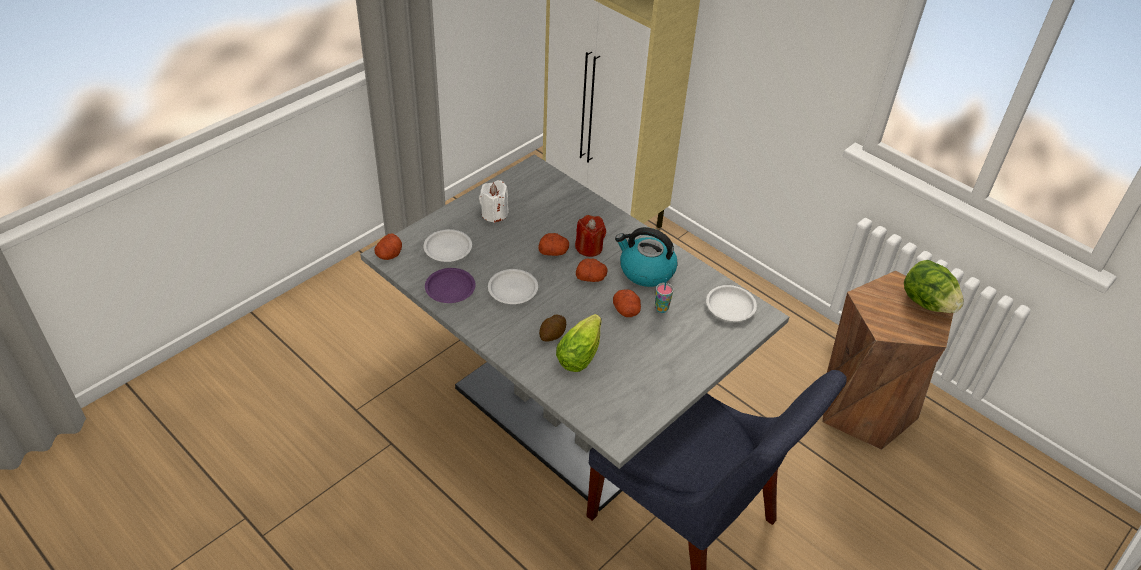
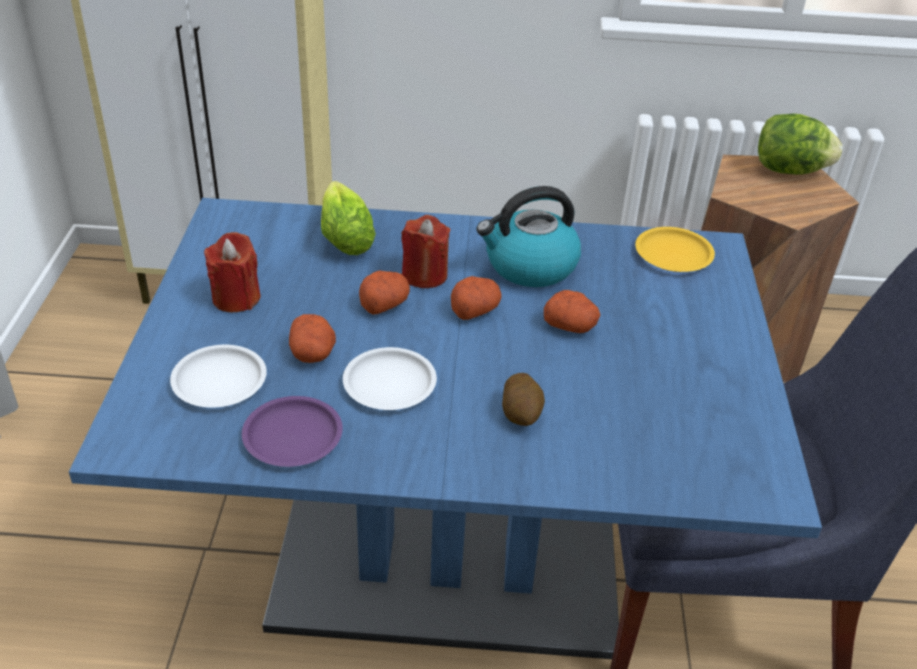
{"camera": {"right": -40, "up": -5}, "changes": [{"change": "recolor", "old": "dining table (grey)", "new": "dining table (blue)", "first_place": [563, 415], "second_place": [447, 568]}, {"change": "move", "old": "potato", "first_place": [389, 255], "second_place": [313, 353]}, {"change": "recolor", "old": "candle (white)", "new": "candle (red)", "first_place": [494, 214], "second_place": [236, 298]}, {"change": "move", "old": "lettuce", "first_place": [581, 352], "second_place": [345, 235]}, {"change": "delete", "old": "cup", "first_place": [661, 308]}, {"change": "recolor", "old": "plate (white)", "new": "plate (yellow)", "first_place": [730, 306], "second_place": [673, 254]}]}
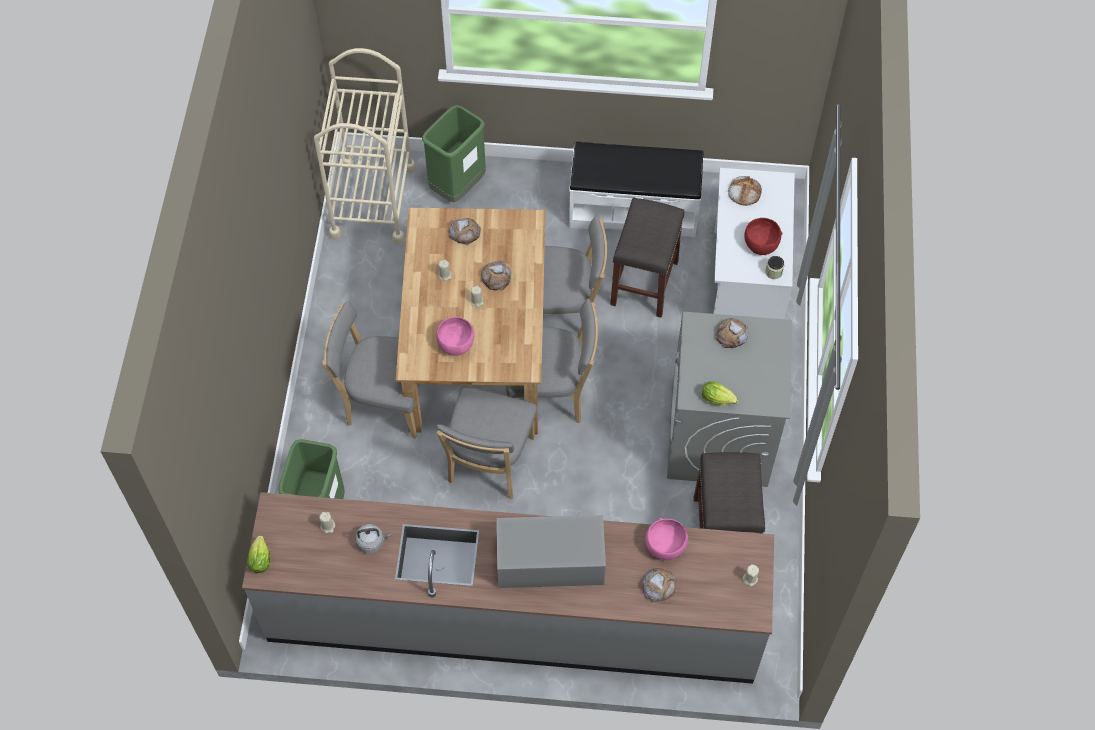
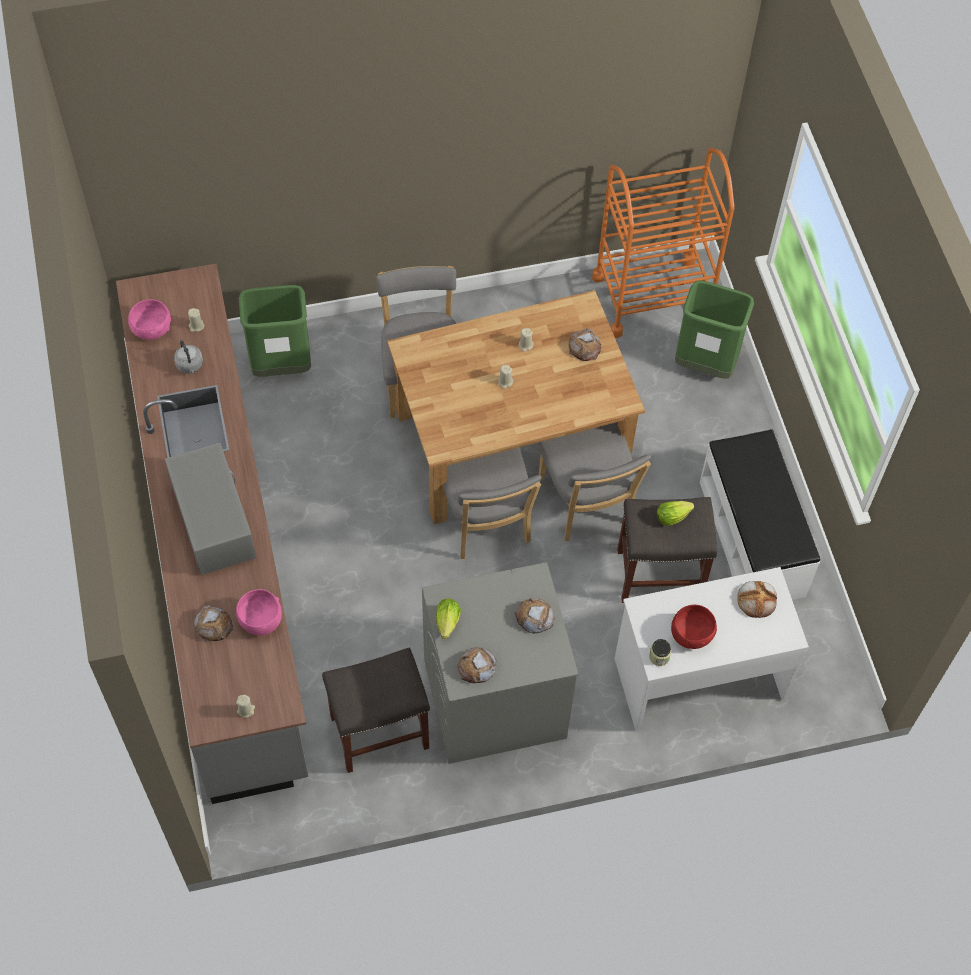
{"camera": {"right": 70, "up": 0}, "changes": [{"change": "move", "old": "lettuce", "first_place": [260, 558], "second_place": [674, 516]}, {"change": "recolor", "old": "cart (beige)", "new": "cart (orange)", "first_place": [373, 201], "second_place": [652, 296]}, {"change": "move", "old": "bowl (pink)", "first_place": [456, 344], "second_place": [151, 329]}, {"change": "delete", "old": "chair (grey)", "first_place": [489, 463]}, {"change": "move", "old": "bread", "first_place": [496, 277], "second_place": [477, 667]}]}
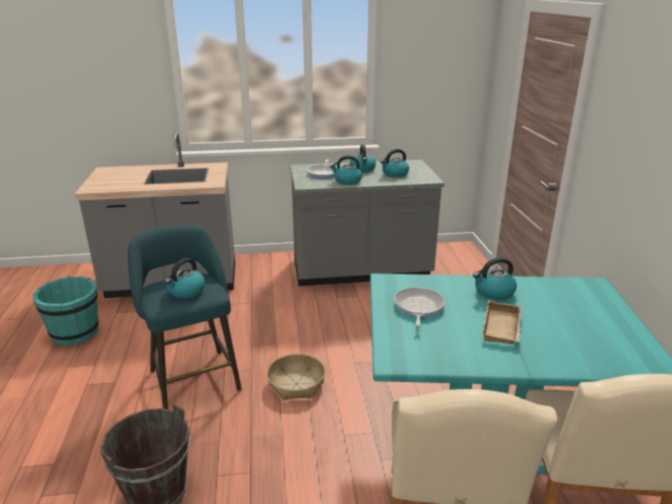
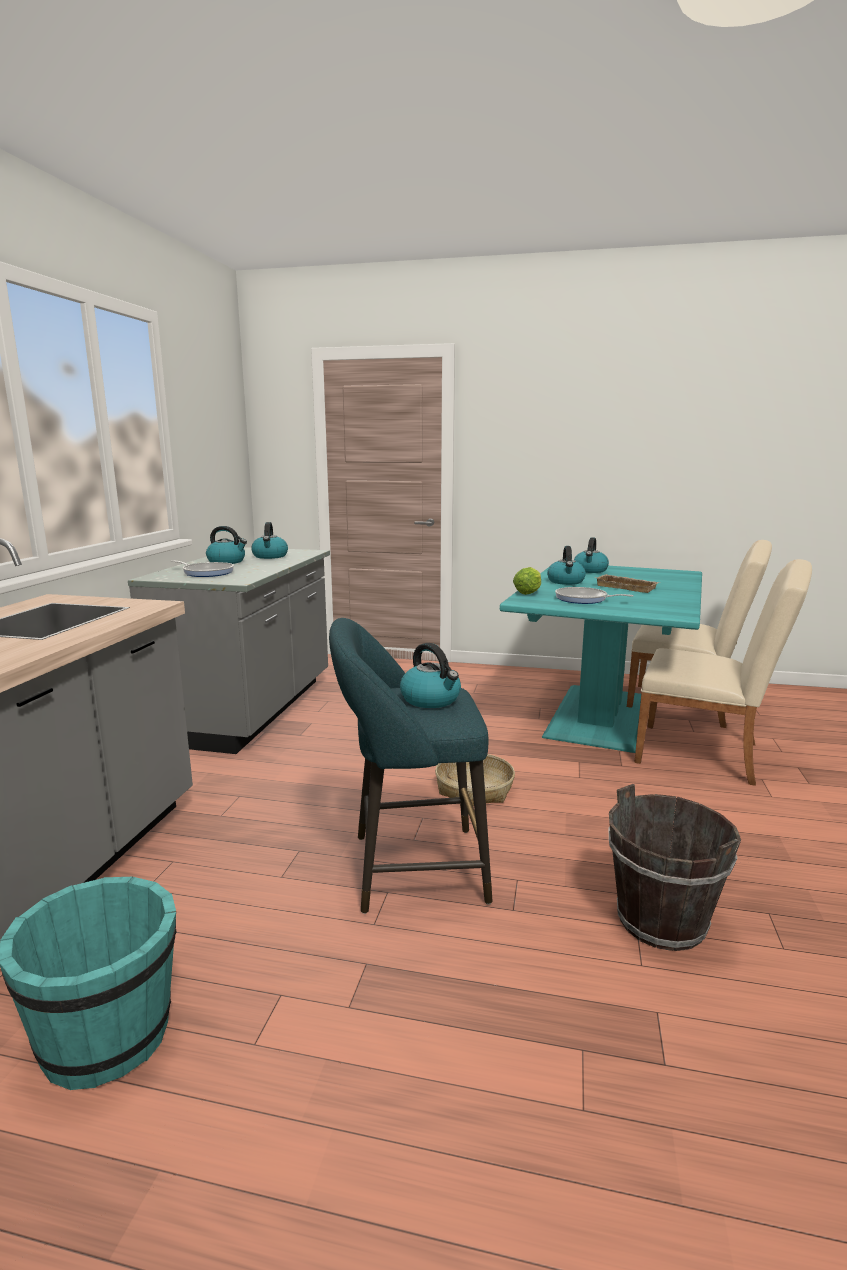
{"camera": {"right": -70, "up": -10}, "changes": [{"change": "move", "old": "kettle", "first_place": [347, 181], "second_place": [590, 570]}, {"change": "insert", "new": "lettuce", "second_place": [529, 592]}]}
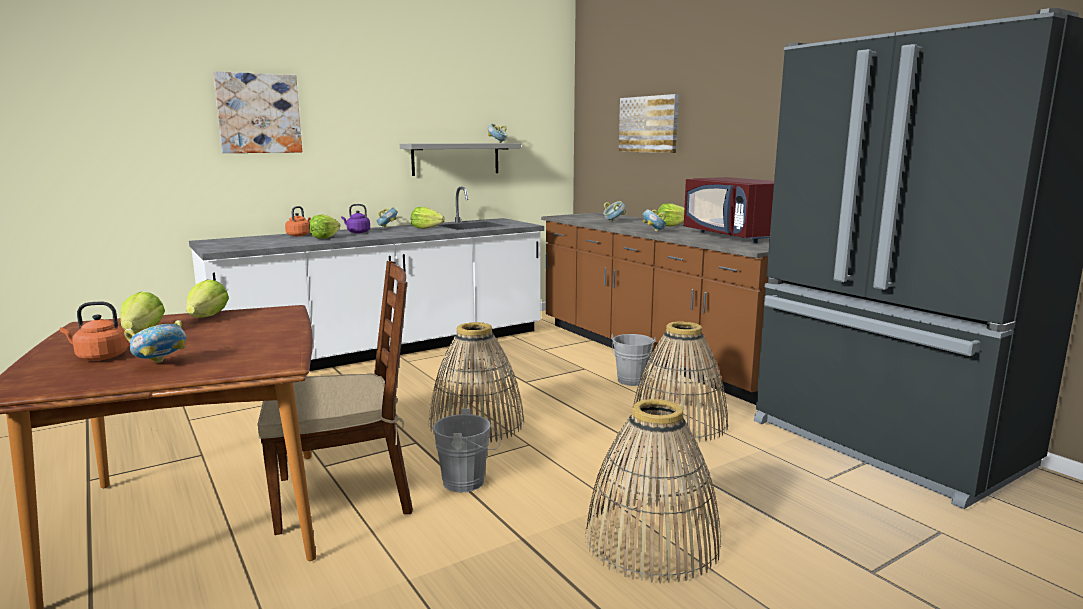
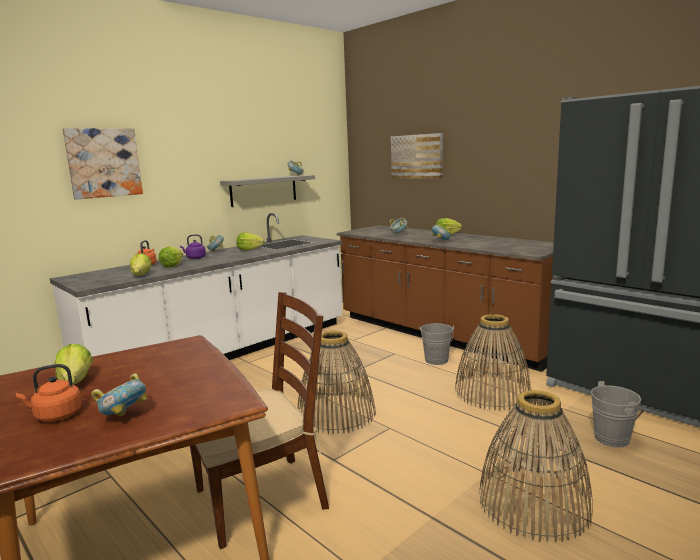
{"camera": {"right": -10, "up": 0}, "changes": [{"change": "move", "old": "lettuce", "first_place": [207, 317], "second_place": [141, 275]}, {"change": "move", "old": "bucket (grey)", "first_place": [468, 482], "second_place": [615, 438]}, {"change": "delete", "old": "microwave (red)", "first_place": [735, 236]}]}
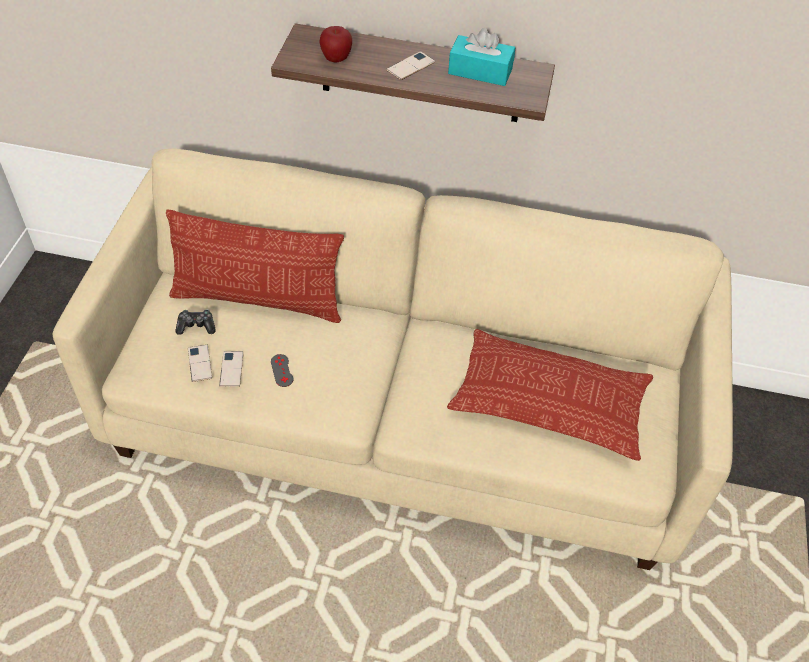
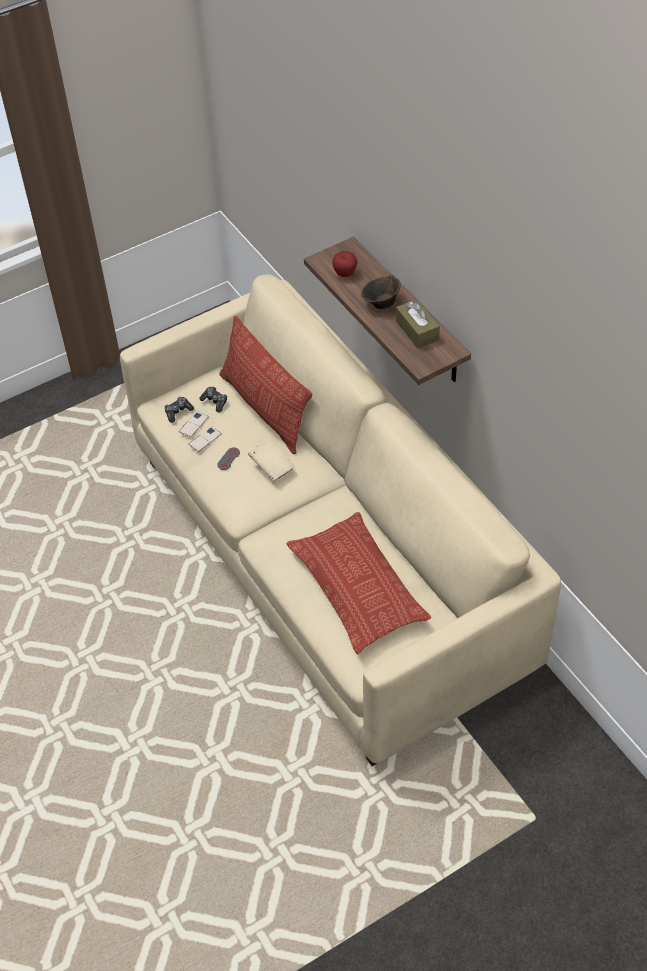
{"camera": {"right": 50, "up": 0}, "changes": [{"change": "replace", "old": "phone", "new": "bowl (brown)", "first_place": [410, 66], "second_place": [381, 303]}, {"change": "recolor", "old": "tissue box (turquoise)", "new": "tissue box (brown)", "first_place": [480, 71], "second_place": [417, 330]}, {"change": "insert", "new": "game controller", "second_place": [178, 412]}, {"change": "insert", "new": "book (beige)", "second_place": [272, 468]}]}
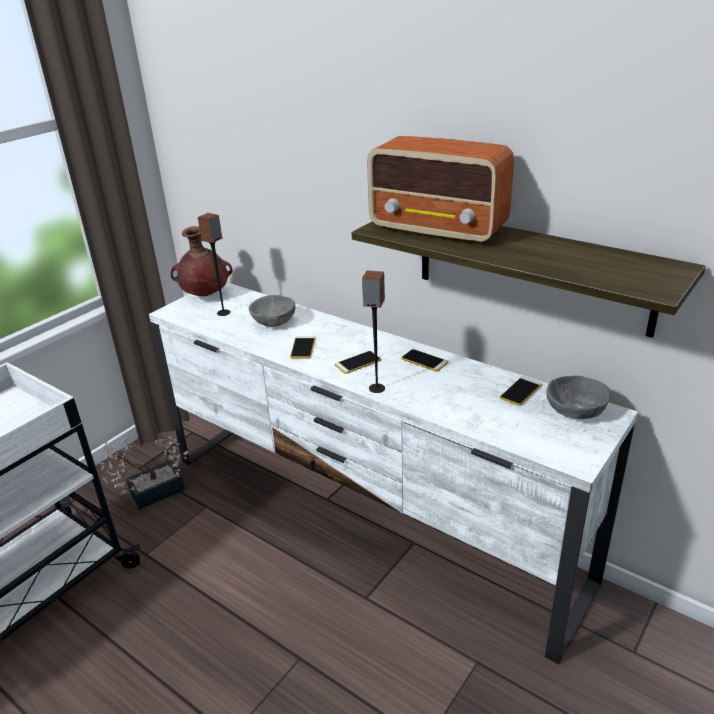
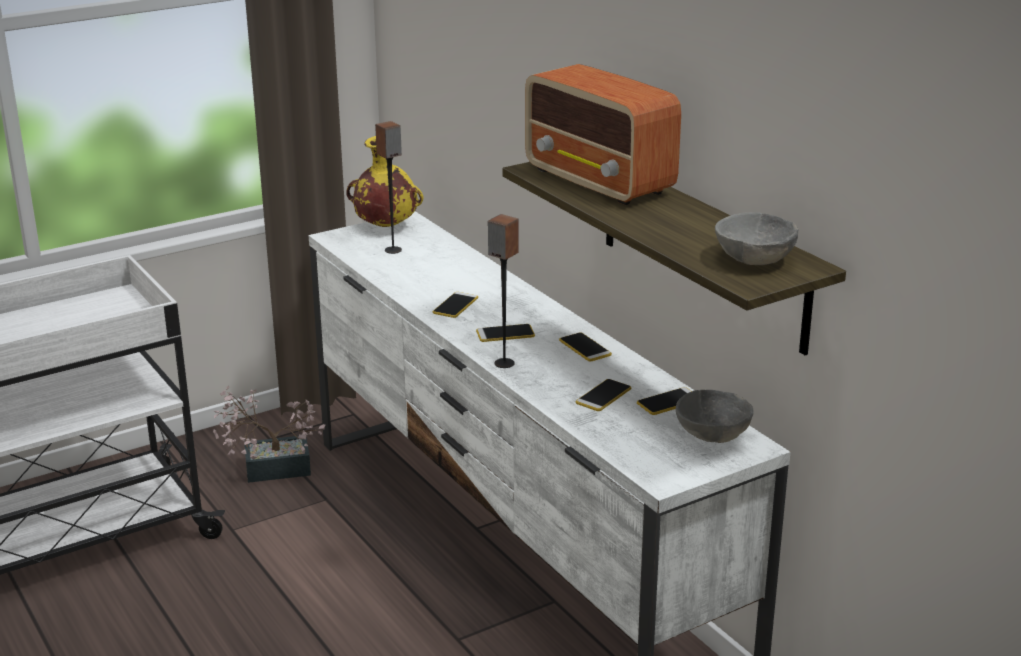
{"camera": {"right": 20, "up": -5}, "changes": [{"change": "recolor", "old": "vase (brown)", "new": "vase (yellow)", "first_place": [205, 296], "second_place": [385, 227]}, {"change": "move", "old": "bowl (grey)", "first_place": [274, 322], "second_place": [755, 259]}, {"change": "insert", "new": "phone", "second_place": [603, 396]}]}
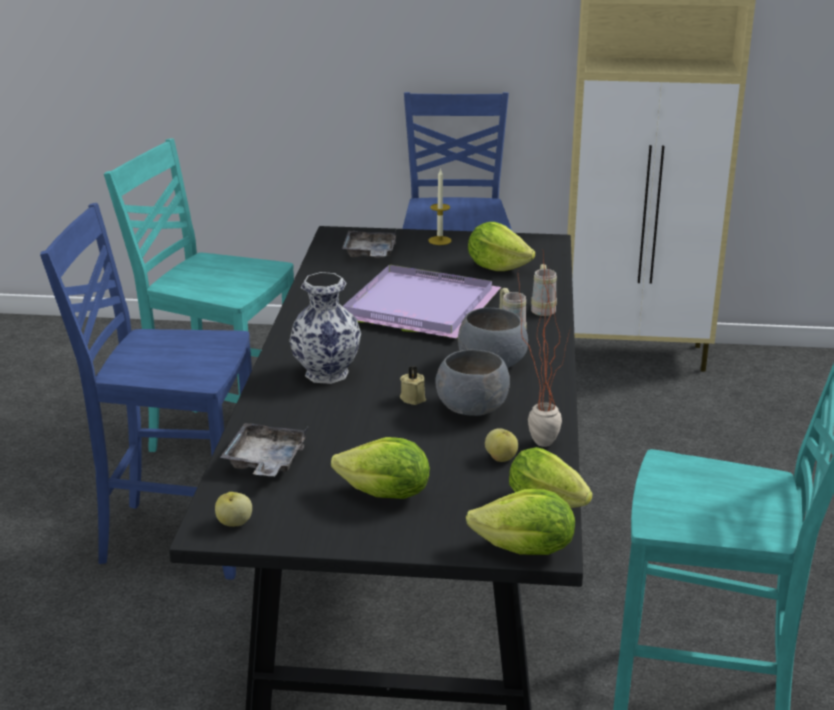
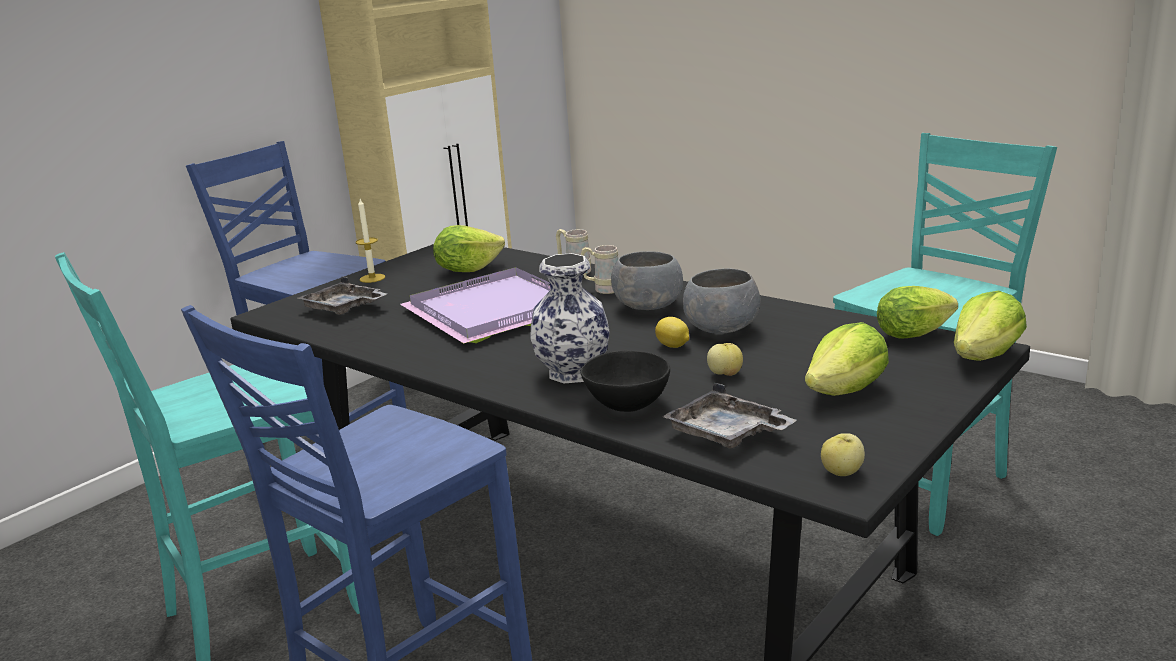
{"camera": {"right": -55, "up": -5}, "changes": [{"change": "replace", "old": "candle (beige)", "new": "lemon", "first_place": [413, 398], "second_place": [673, 346]}, {"change": "move", "old": "apple", "first_place": [501, 458], "second_place": [725, 374]}, {"change": "delete", "old": "potted plant", "first_place": [537, 438]}, {"change": "insert", "new": "bowl (black)", "second_place": [627, 405]}]}
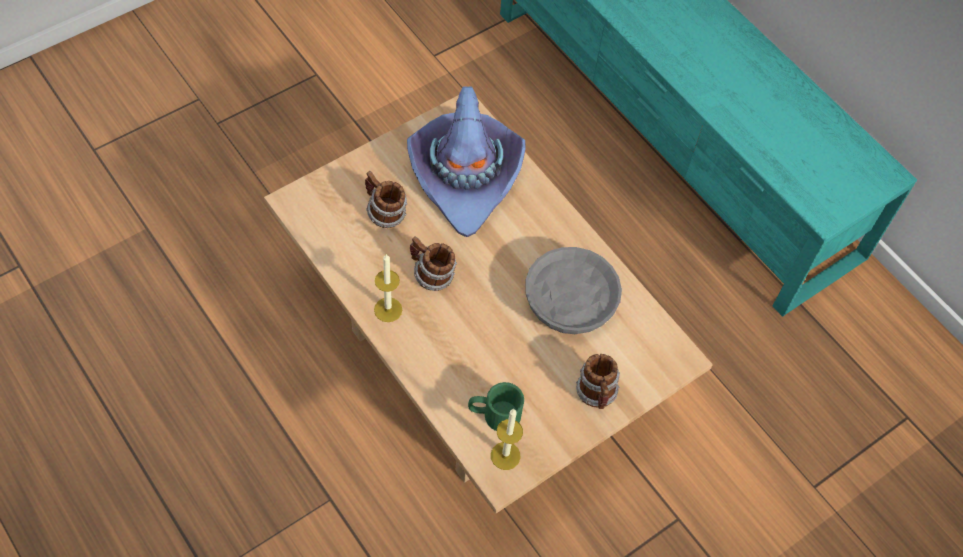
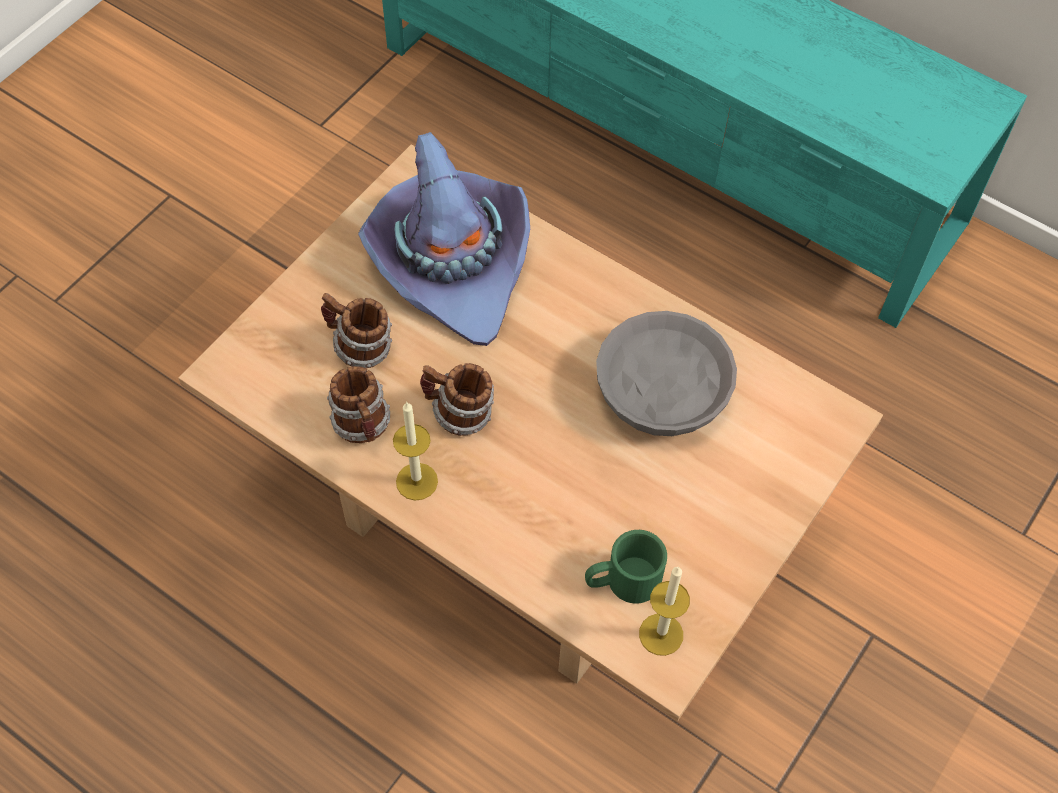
{"camera": {"right": -15, "up": 0}, "changes": [{"change": "move", "old": "mug", "first_place": [596, 394], "second_place": [363, 425]}]}
